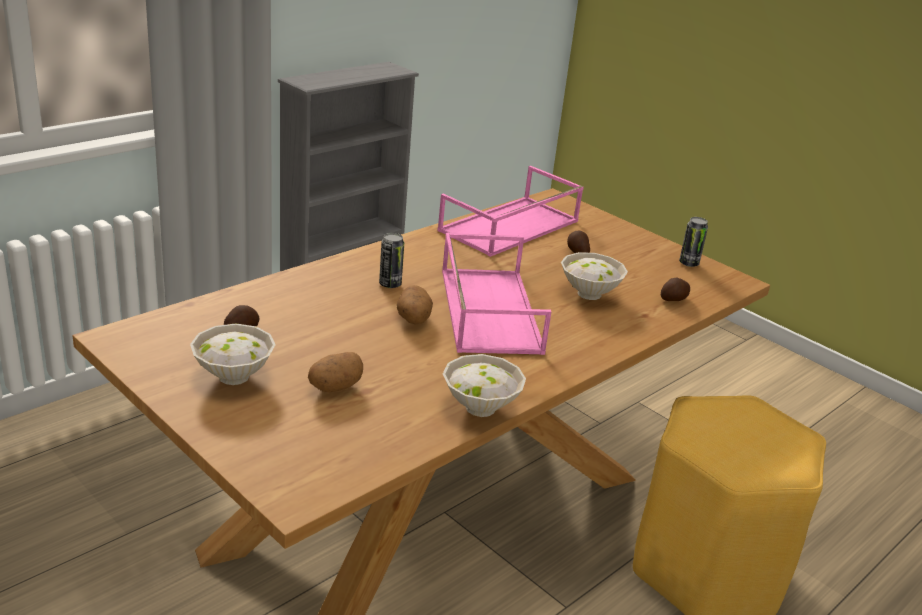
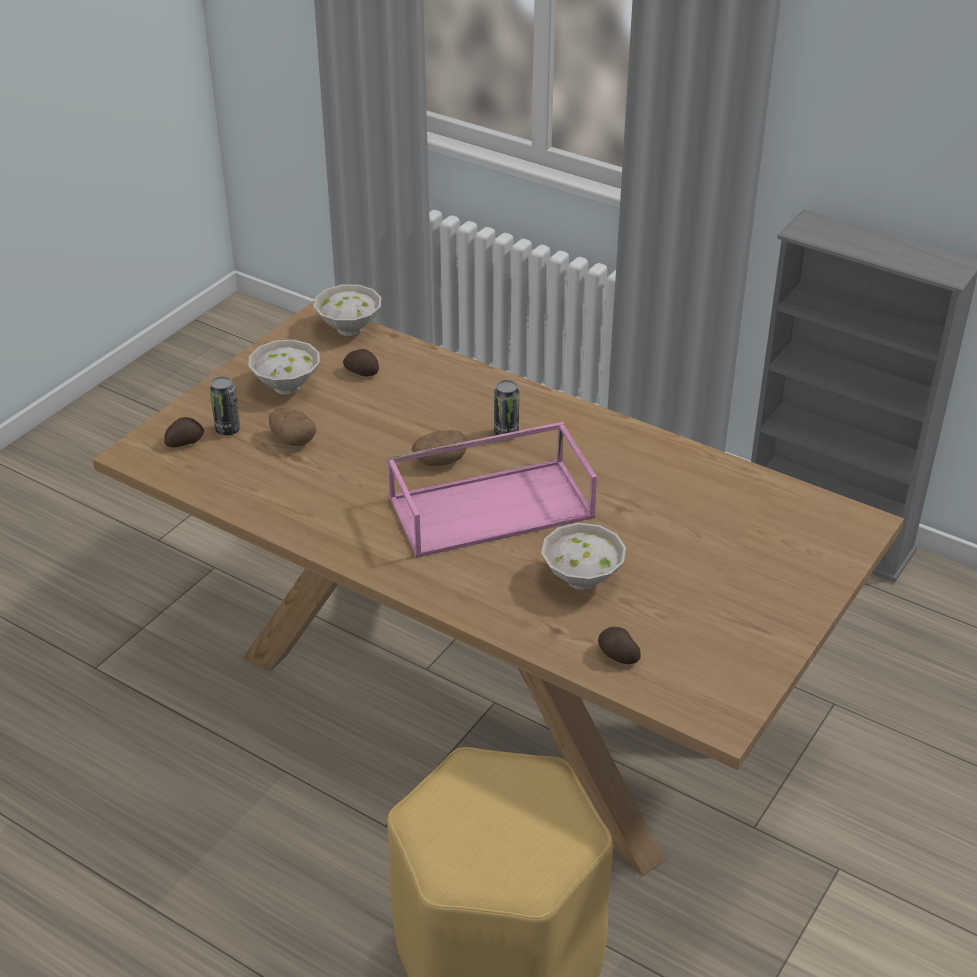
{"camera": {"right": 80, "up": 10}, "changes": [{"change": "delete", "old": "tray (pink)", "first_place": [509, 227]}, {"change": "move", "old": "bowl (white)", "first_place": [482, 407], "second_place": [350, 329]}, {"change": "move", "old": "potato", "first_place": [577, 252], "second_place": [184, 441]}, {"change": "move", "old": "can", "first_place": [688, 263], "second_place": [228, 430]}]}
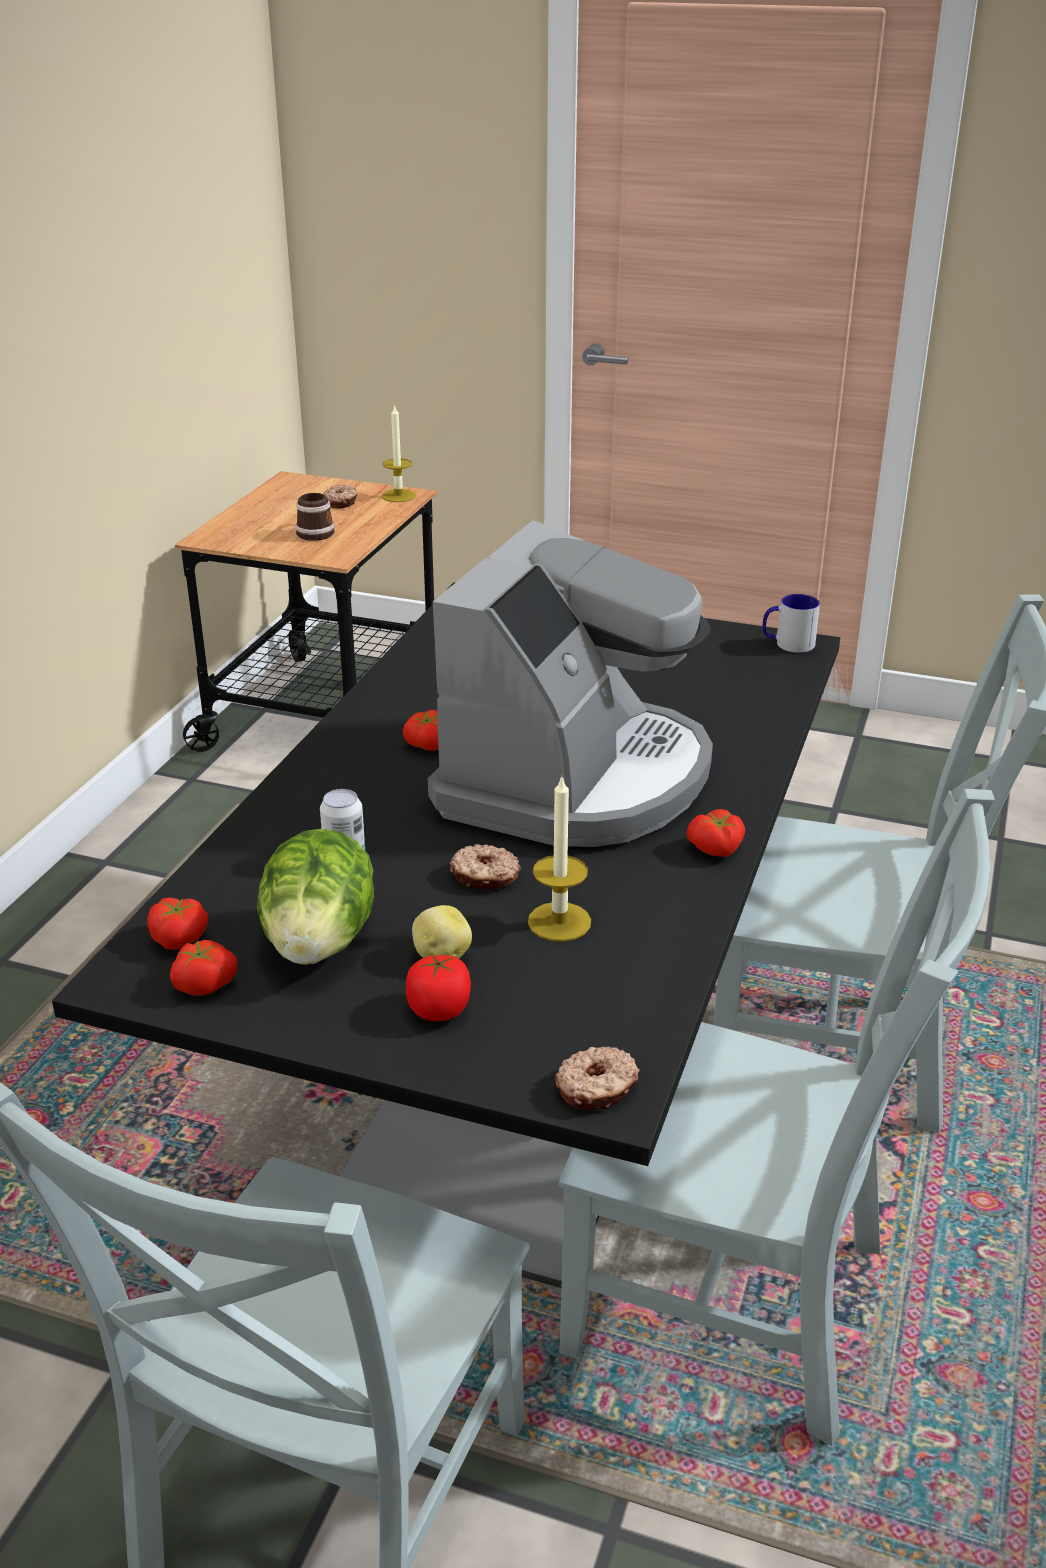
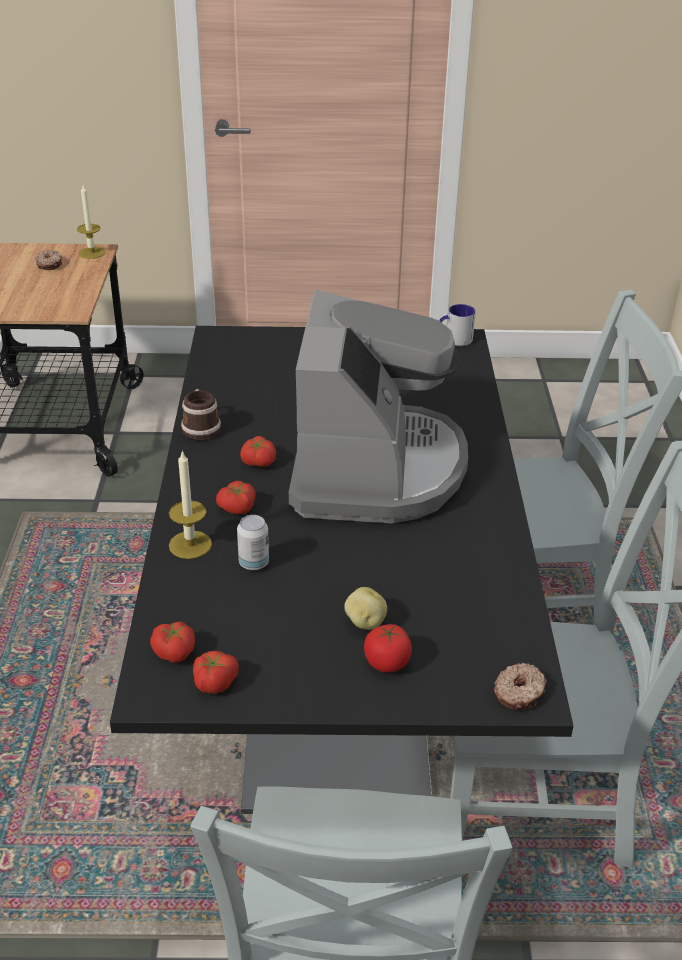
{"camera": {"right": -20, "up": 5}, "changes": [{"change": "delete", "old": "lettuce", "first_place": [319, 943]}, {"change": "move", "old": "mug", "first_place": [317, 531], "second_place": [201, 427]}, {"change": "delete", "old": "donut", "first_place": [485, 877]}, {"change": "move", "old": "candle", "first_place": [559, 922], "second_place": [190, 545]}, {"change": "move", "old": "tomato", "first_place": [716, 850], "second_place": [238, 509]}]}
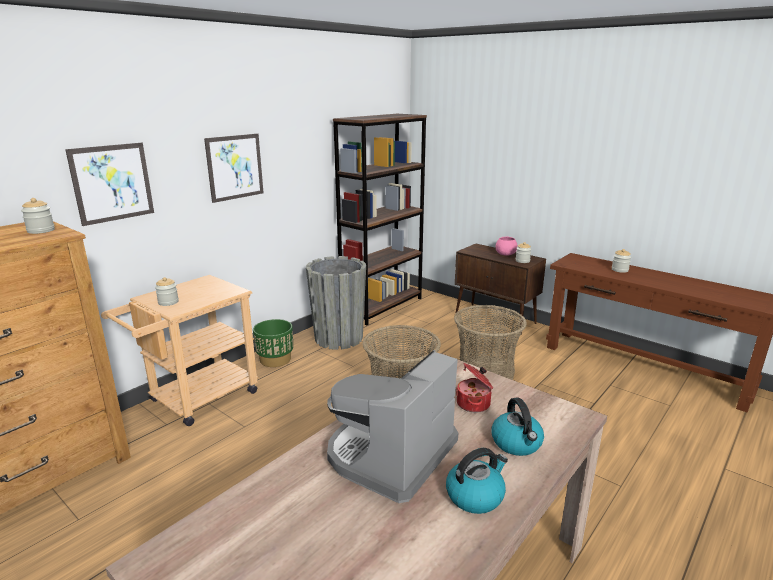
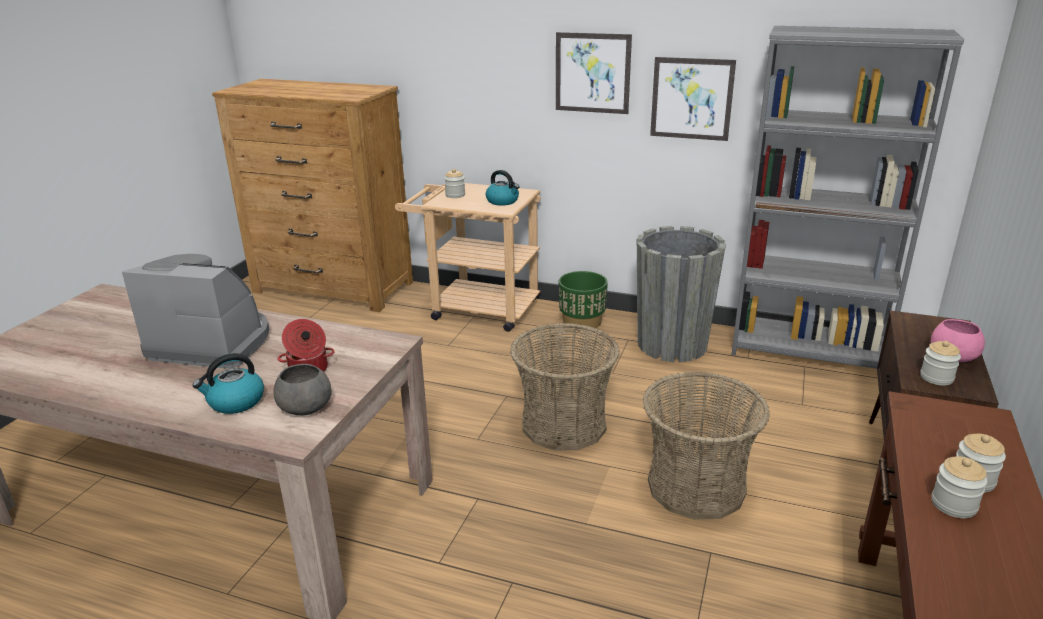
{"camera": {"right": 70, "up": 5}, "changes": [{"change": "move", "old": "jar", "first_place": [41, 230], "second_place": [953, 505]}, {"change": "move", "old": "picture", "first_place": [112, 183], "second_place": [691, 99]}, {"change": "recolor", "old": "bookcase (brown)", "new": "bookcase (grey)", "first_place": [382, 306], "second_place": [807, 352]}, {"change": "move", "old": "kettle", "first_place": [475, 495], "second_place": [503, 201]}, {"change": "insert", "new": "bowl (grey)", "second_place": [306, 407]}]}
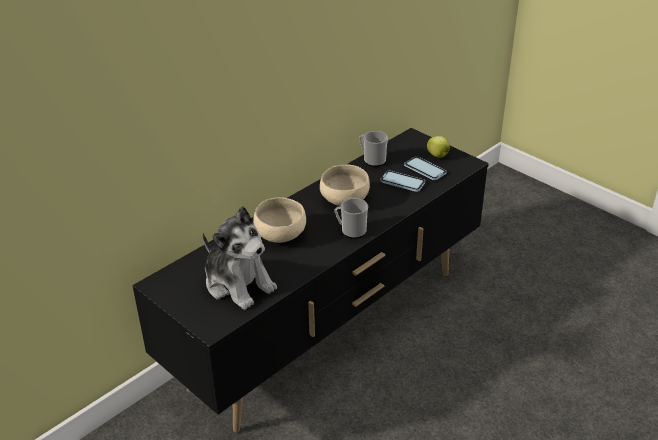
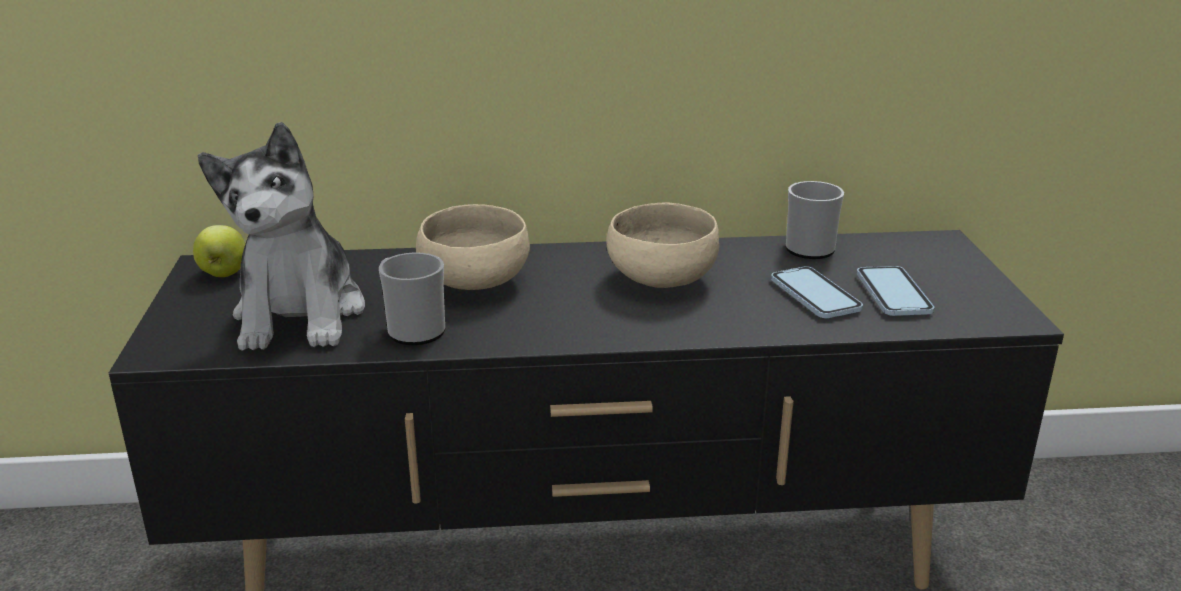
{"camera": {"right": 40, "up": -10}, "changes": [{"change": "move", "old": "mug", "first_place": [351, 231], "second_place": [412, 329]}, {"change": "move", "old": "apple", "first_place": [438, 156], "second_place": [224, 274]}]}
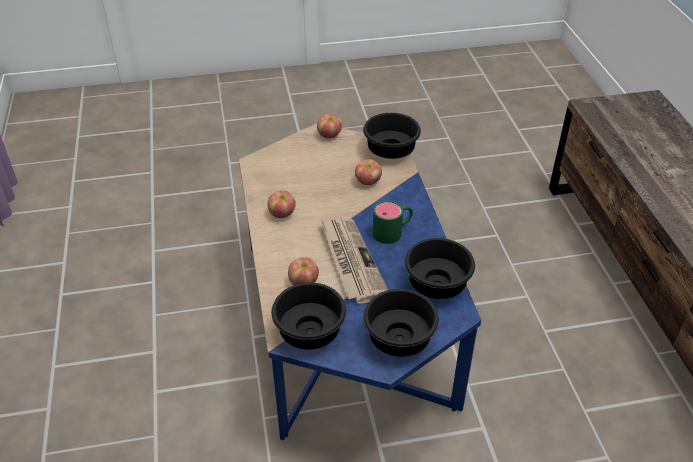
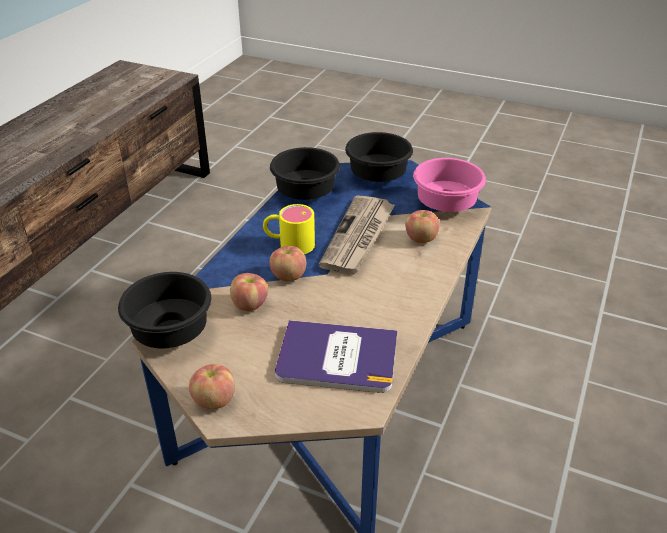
{"camera": {"right": -145, "up": -5}, "changes": [{"change": "move", "old": "apple", "first_place": [282, 214], "second_place": [288, 276]}, {"change": "recolor", "old": "bowl (black)", "new": "bowl (pink)", "first_place": [310, 330], "second_place": [444, 205]}, {"change": "recolor", "old": "mug (green)", "new": "mug (yellow)", "first_place": [393, 231], "second_place": [289, 244]}, {"change": "insert", "new": "book", "second_place": [337, 357]}]}
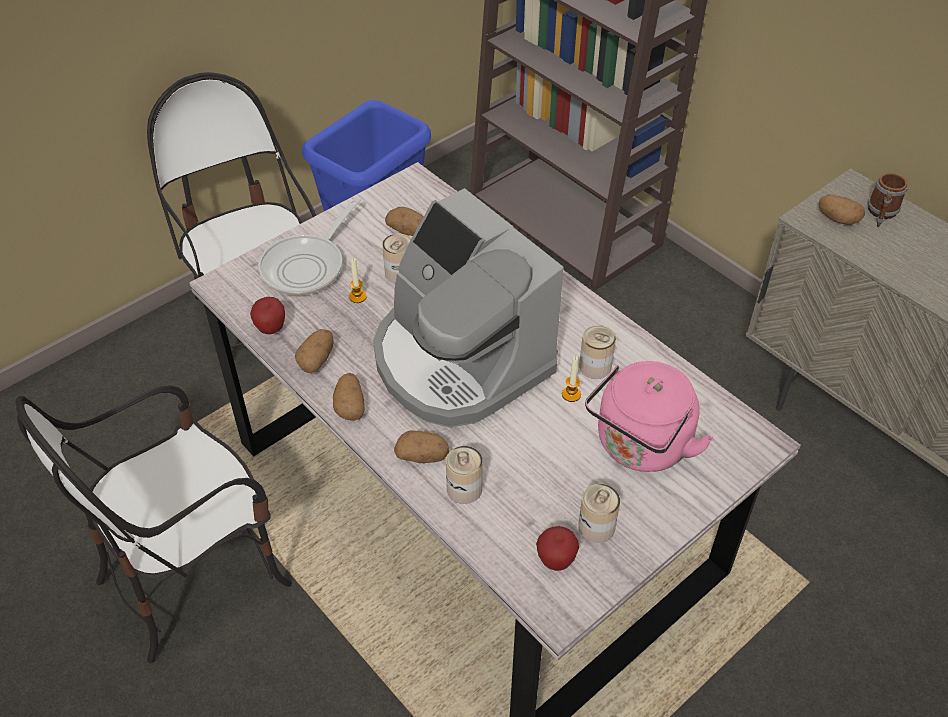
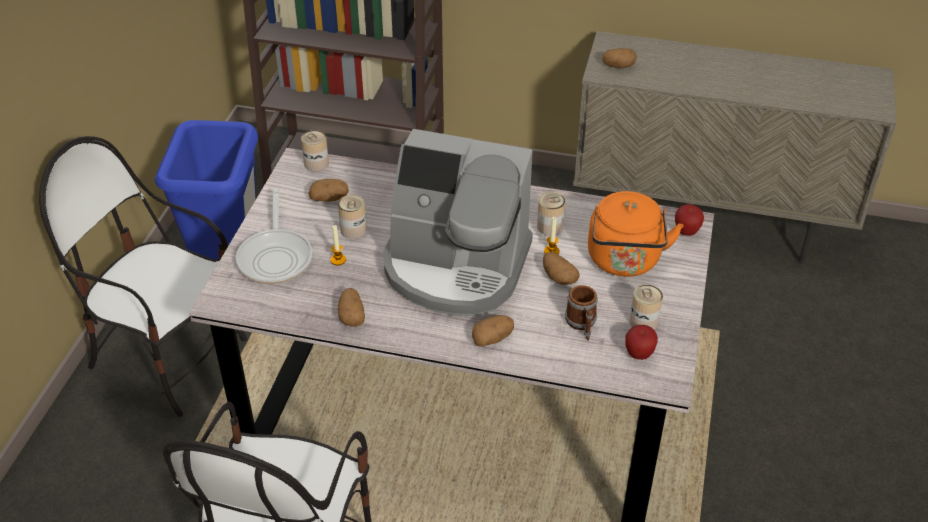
{"camera": {"right": -35, "up": -5}, "changes": [{"change": "move", "old": "apple", "first_place": [271, 329], "second_place": [686, 232]}, {"change": "move", "old": "potato", "first_place": [350, 406], "second_place": [558, 277]}, {"change": "move", "old": "can", "first_place": [464, 489], "second_place": [316, 164]}, {"change": "recolor", "old": "kettle (pink)", "new": "kettle (orange)", "first_place": [640, 447], "second_place": [624, 261]}, {"change": "move", "old": "mug", "first_place": [881, 214], "second_place": [582, 325]}]}
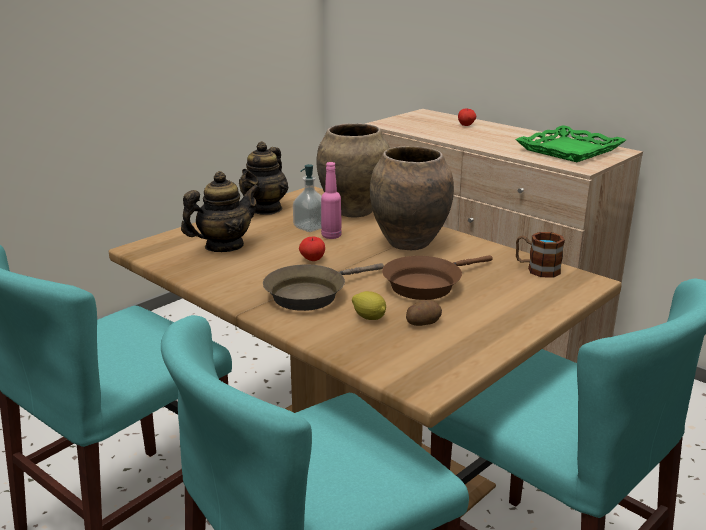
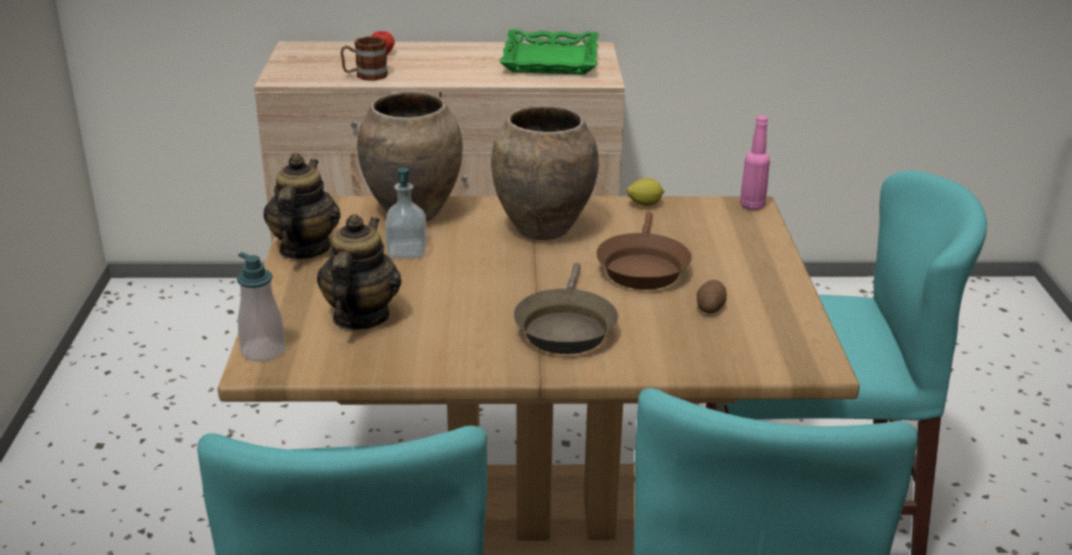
{"camera": {"right": -45, "up": 5}, "changes": [{"change": "rotate", "old": "teapot", "first_place": [265, 209], "second_place": [304, 249], "degrees": -150}, {"change": "delete", "old": "apple", "first_place": [312, 259]}, {"change": "move", "old": "bottle (pink)", "first_place": [331, 236], "second_place": [752, 206]}, {"change": "move", "old": "lemon", "first_place": [369, 317], "second_place": [644, 204]}, {"change": "move", "old": "mug", "first_place": [537, 269], "second_place": [365, 76]}, {"change": "insert", "new": "soap dispenser", "second_place": [263, 351]}]}
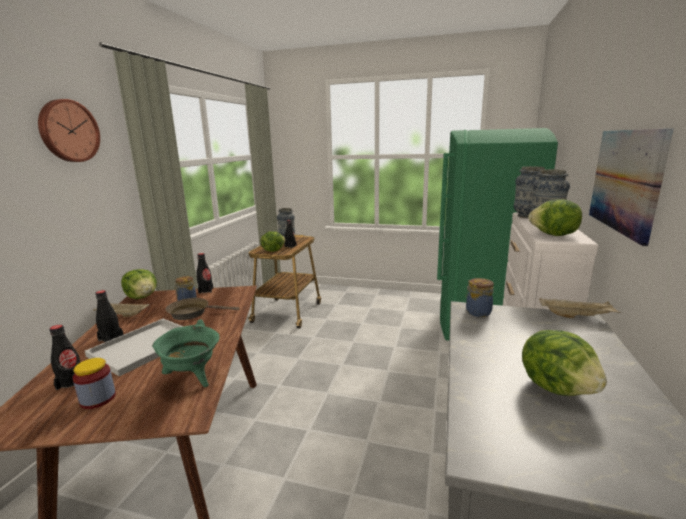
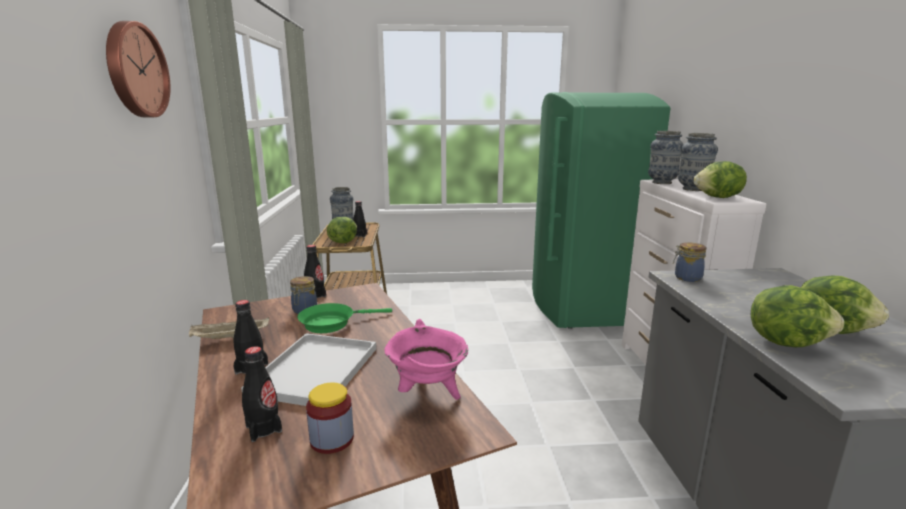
{"camera": {"right": -20, "up": 0}, "changes": [{"change": "move", "old": "lettuce", "first_place": [142, 297], "second_place": [785, 341]}, {"change": "recolor", "old": "cooking pot (green)", "new": "cooking pot (pink)", "first_place": [192, 378], "second_place": [428, 393]}, {"change": "recolor", "old": "frying pan (brown)", "new": "frying pan (green)", "first_place": [192, 313], "second_place": [332, 323]}, {"change": "delete", "old": "tray (beige)", "first_place": [576, 316]}, {"change": "delete", "old": "picture", "first_place": [624, 180]}]}
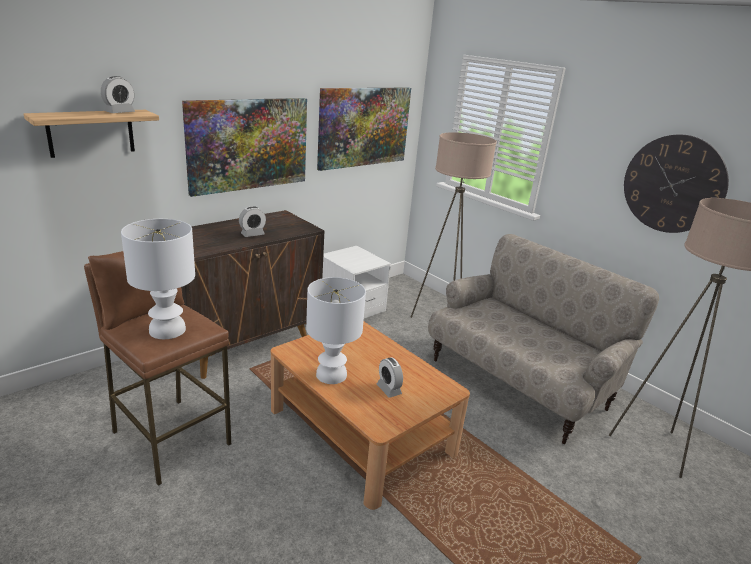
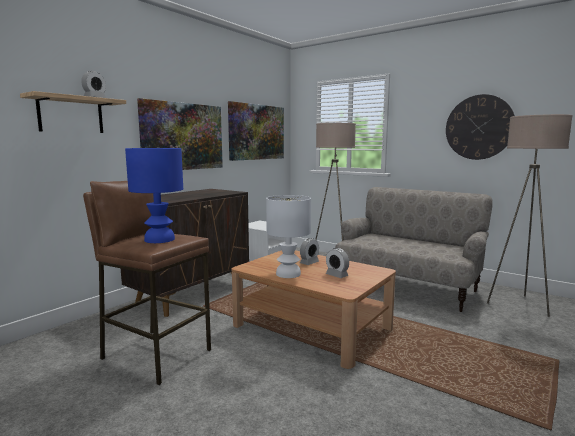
{"camera": {"right": -10, "up": -15}, "changes": [{"change": "recolor", "old": "table lamp (white)", "new": "table lamp (blue)", "first_place": [167, 330], "second_place": [159, 240]}, {"change": "move", "old": "alarm clock", "first_place": [252, 234], "second_place": [309, 263]}]}
